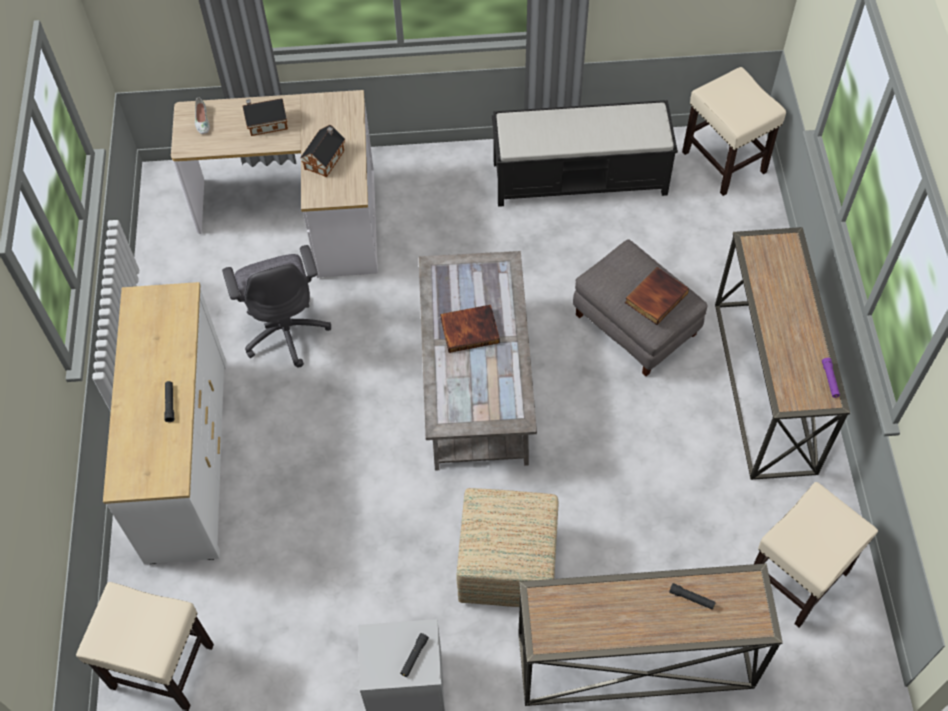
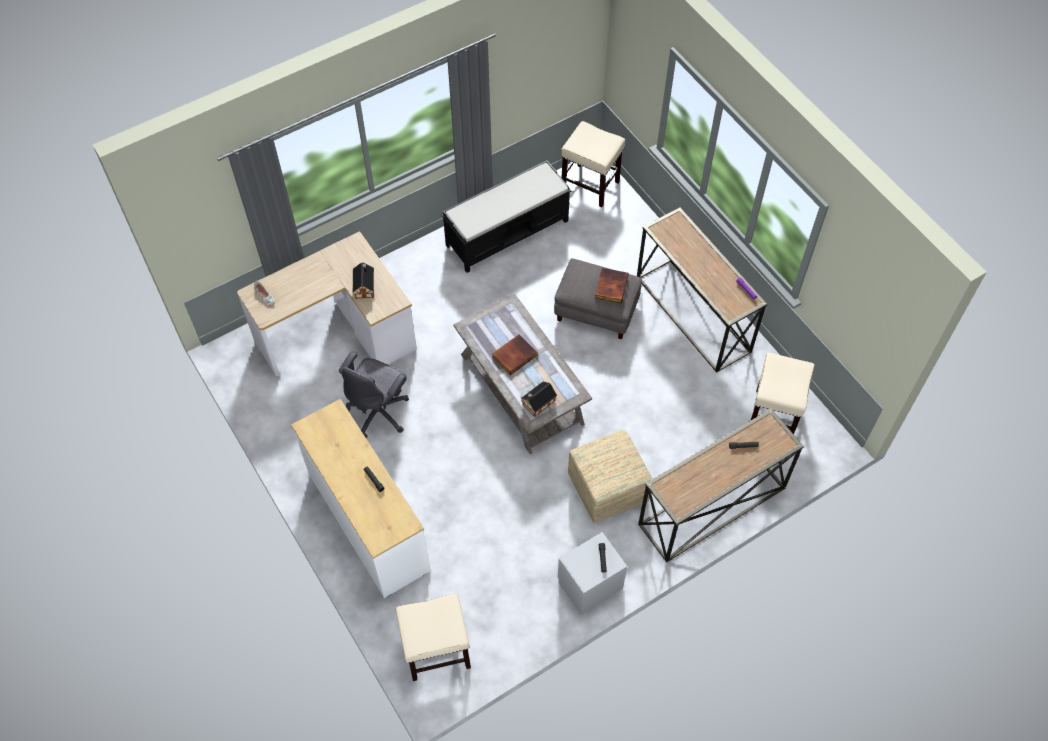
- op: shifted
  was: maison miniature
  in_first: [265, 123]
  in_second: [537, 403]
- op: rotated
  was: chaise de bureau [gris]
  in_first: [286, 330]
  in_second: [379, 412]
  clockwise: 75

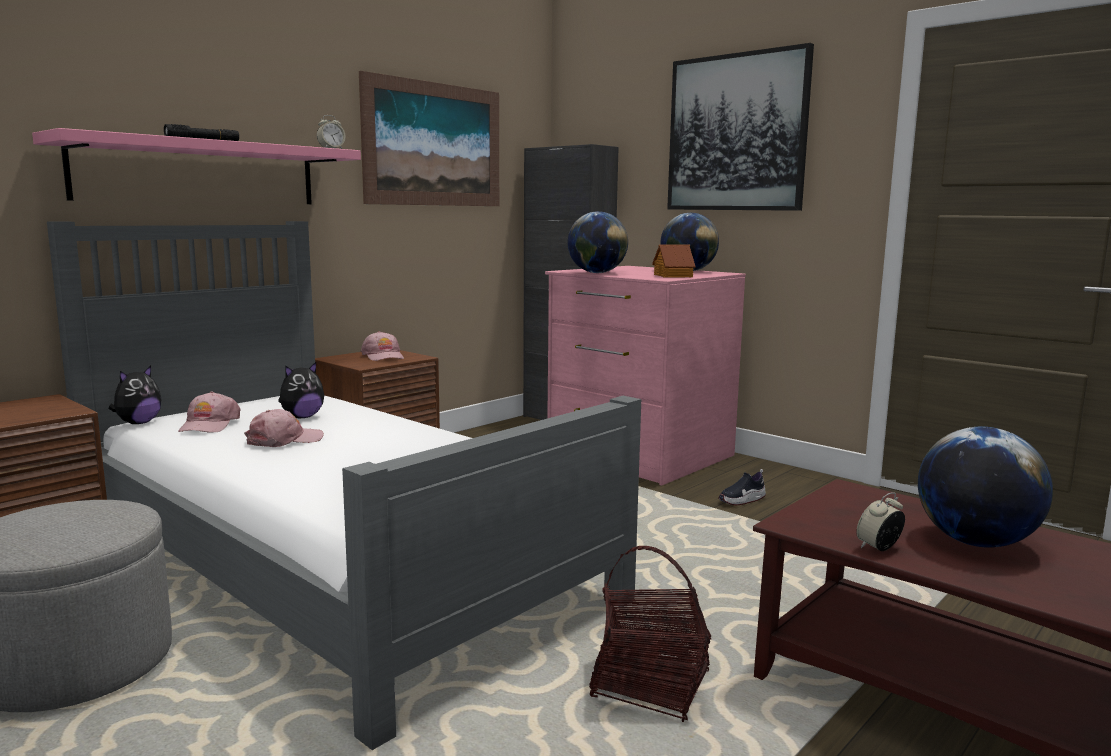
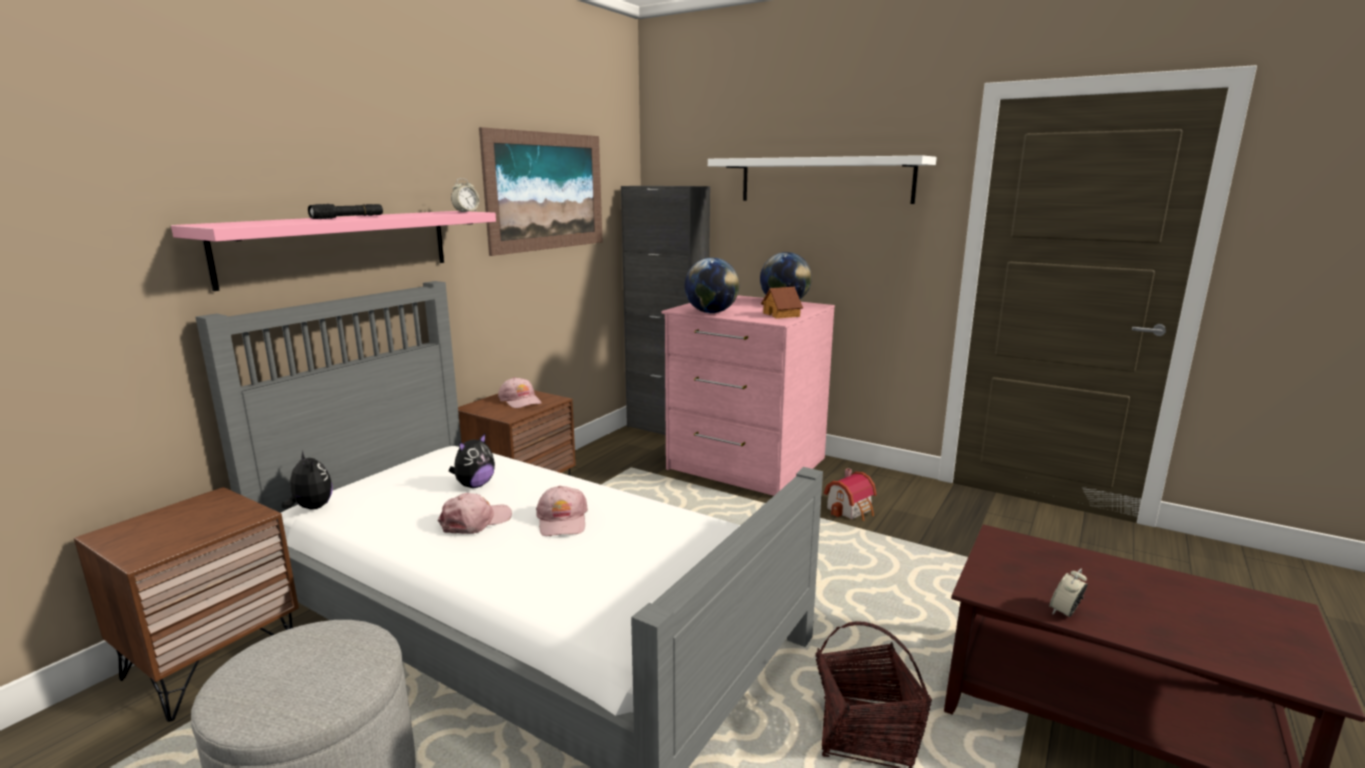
- op: swapped
  was: tableau
  now: étagère [blanc]
  in_first: [736, 133]
  in_second: [824, 180]
- op: rotated
  was: peluche
  in_first: [138, 423]
  in_second: [311, 508]
  clockwise: -60
- op: shifted
  was: casquette [rose]
  in_first: [209, 425]
  in_second: [562, 520]
- op: gone
  was: globe
  in_first: [976, 542]
- op: swapped
  was: chaussure
  now: maison miniature
  in_first: [742, 500]
  in_second: [851, 510]

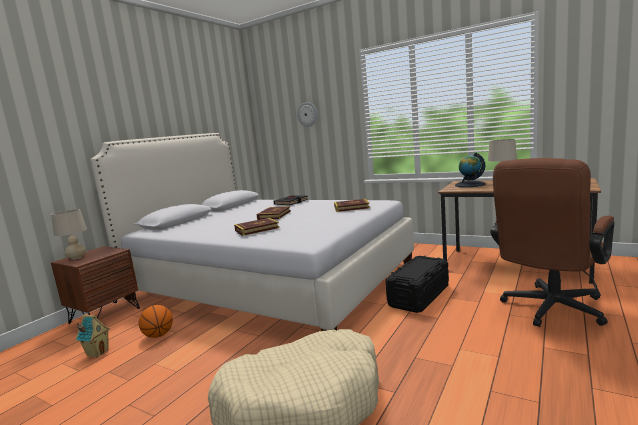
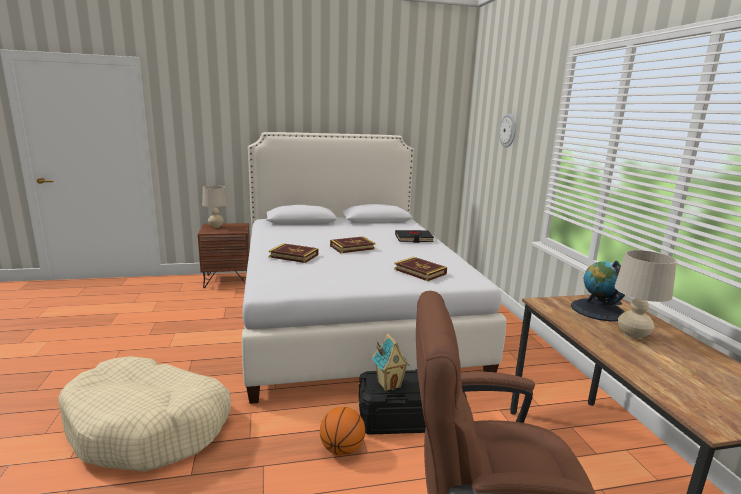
- op: shifted
  was: ballon de basket
  in_first: [158, 335]
  in_second: [342, 449]
- op: shifted
  was: maison miniature
  in_first: [97, 353]
  in_second: [389, 384]

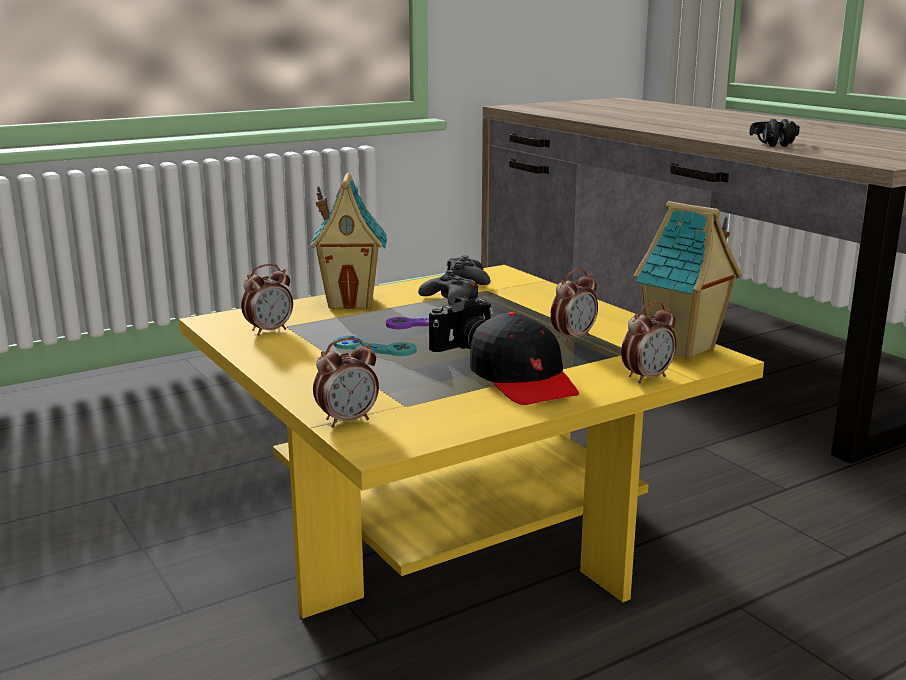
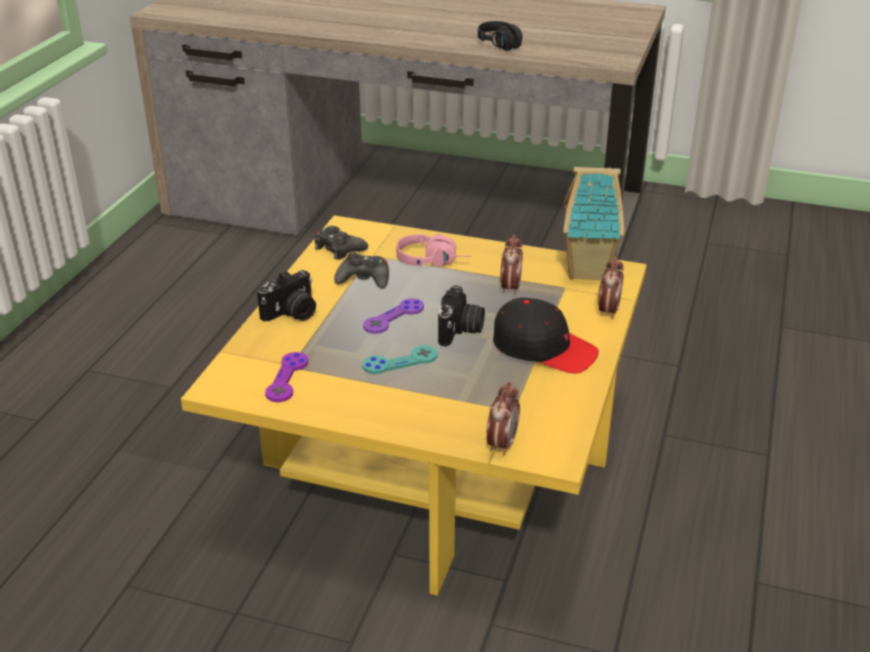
- op: swapped
  was: maison miniature
  now: appareil photo
  in_first: [351, 302]
  in_second: [292, 313]
- op: swapped
  was: réveil
  now: manette [violet]
  in_first: [269, 331]
  in_second: [287, 378]
- op: new
  now: casque audio [rose]
  in_second: [433, 261]

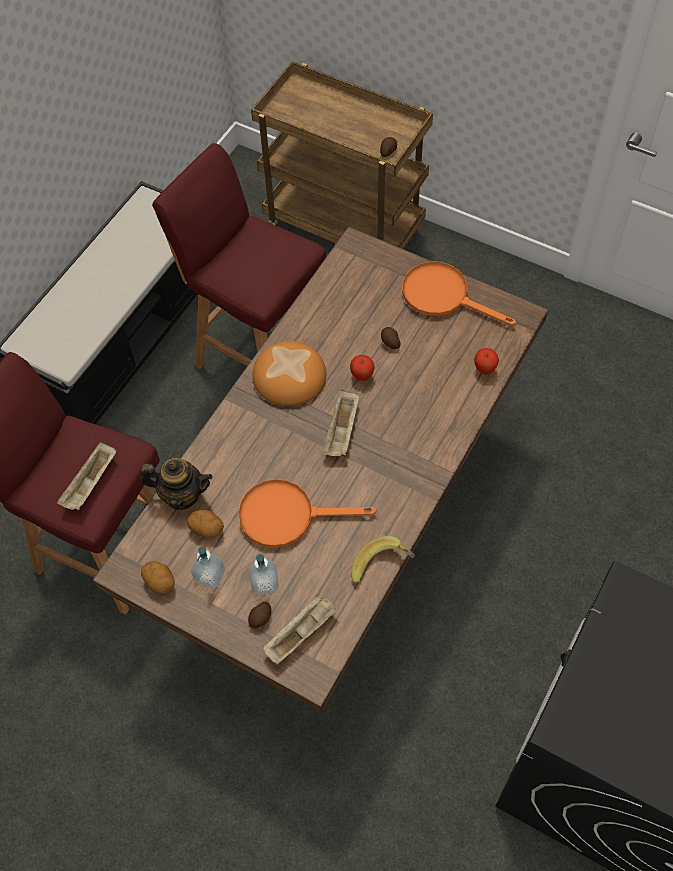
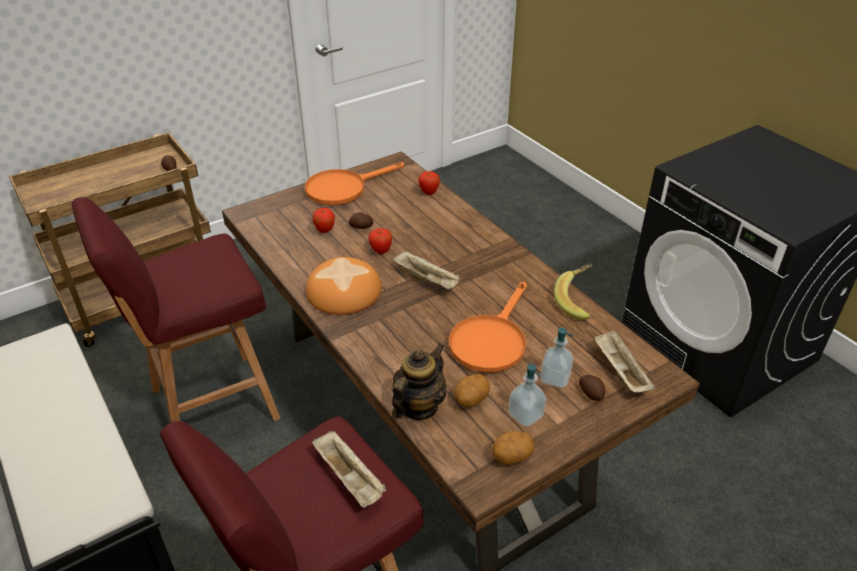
- op: new
  now: pomme
  in_second: [324, 231]

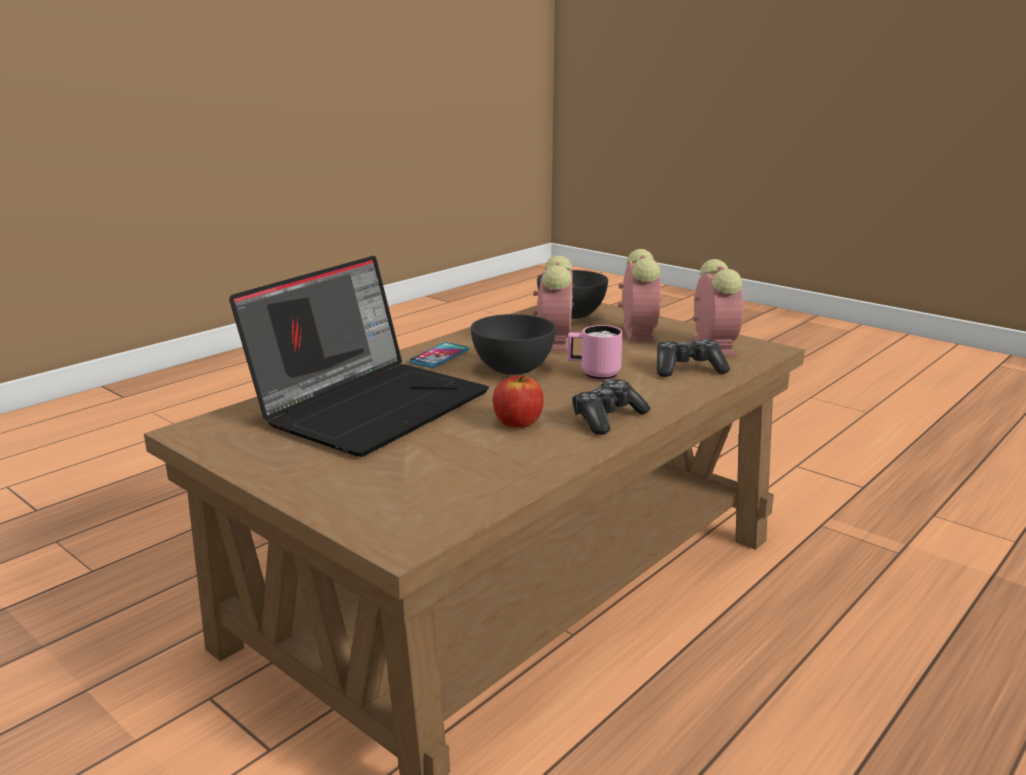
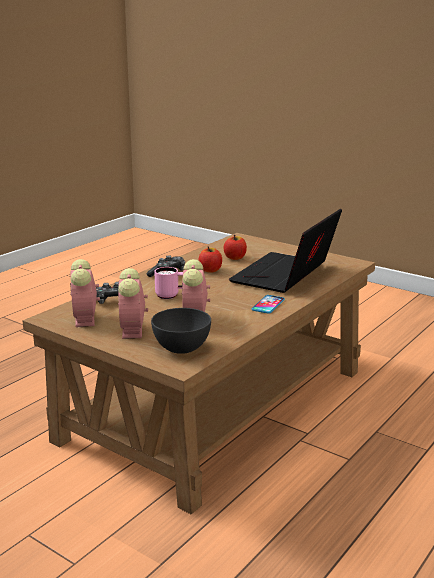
- op: gone
  was: bol [gris]
  in_first: [512, 369]
- op: new
  now: pomme
  in_second: [235, 258]

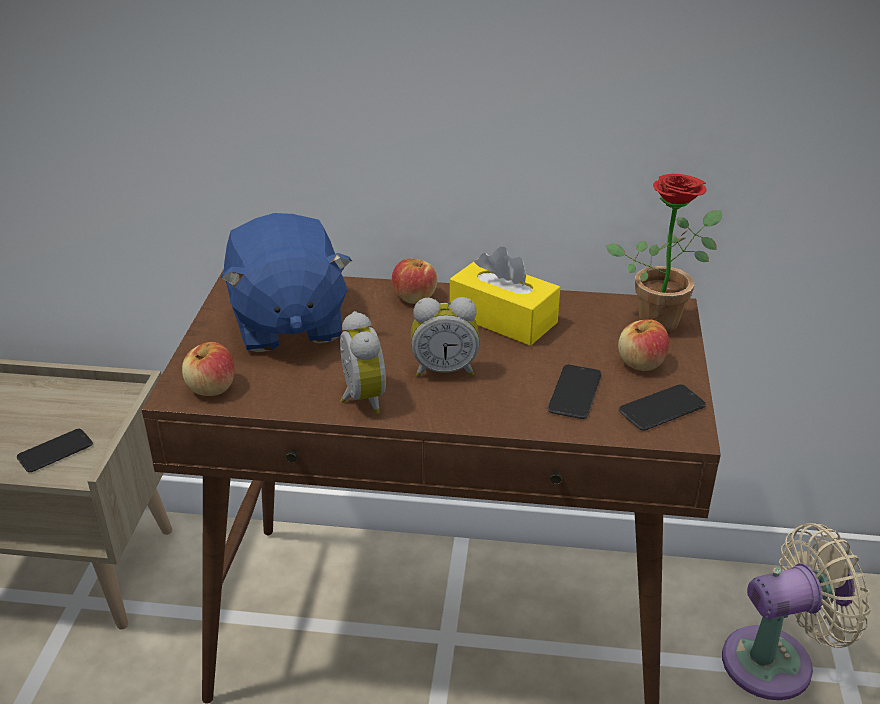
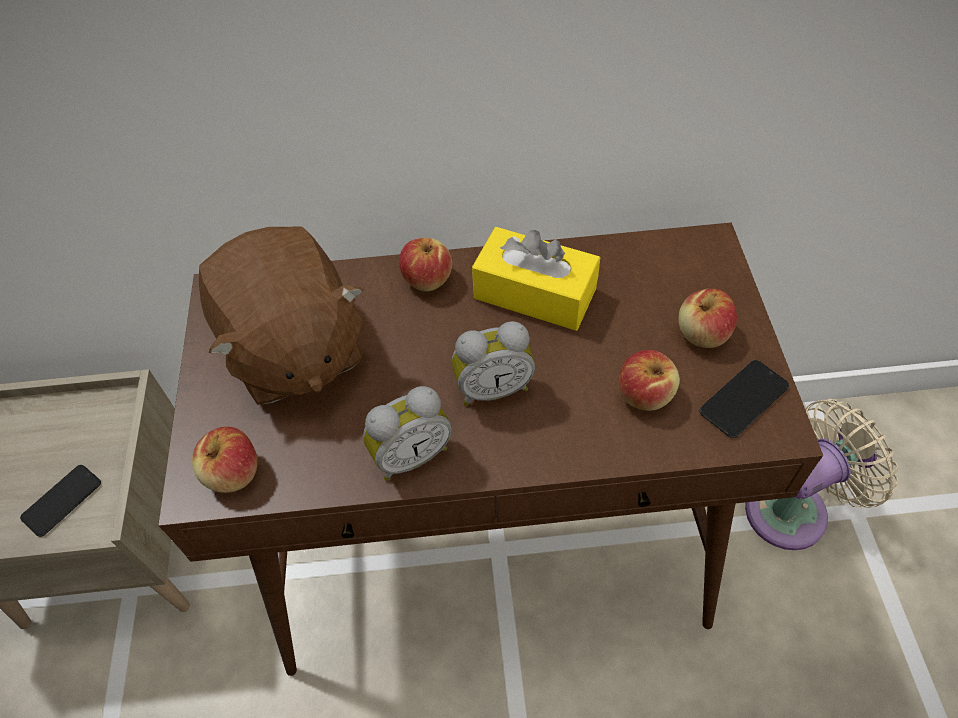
- op: gone
  was: plante en pot
  in_first: [662, 319]
- op: repainted
  was: peluche [bleu]
  now: peluche [marron]
  in_first: [287, 323]
  in_second: [293, 350]
- op: rotated
  was: réveil
  in_first: [360, 399]
  in_second: [410, 454]
  clockwise: 90
- op: swapped
  was: téléphone
  now: pomme
  in_first: [574, 392]
  in_second: [644, 394]

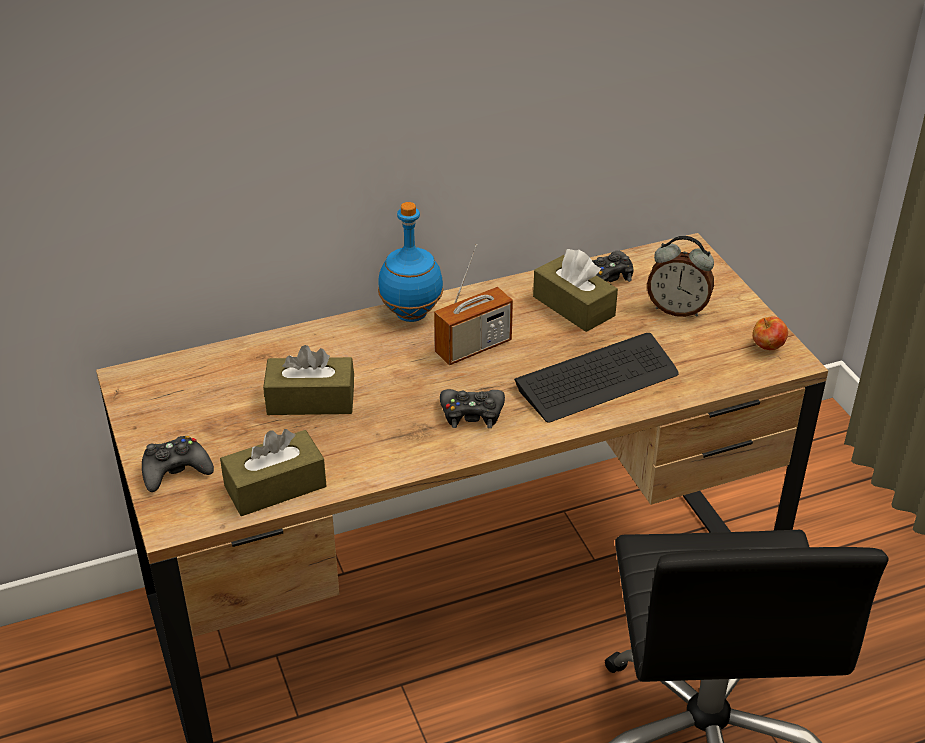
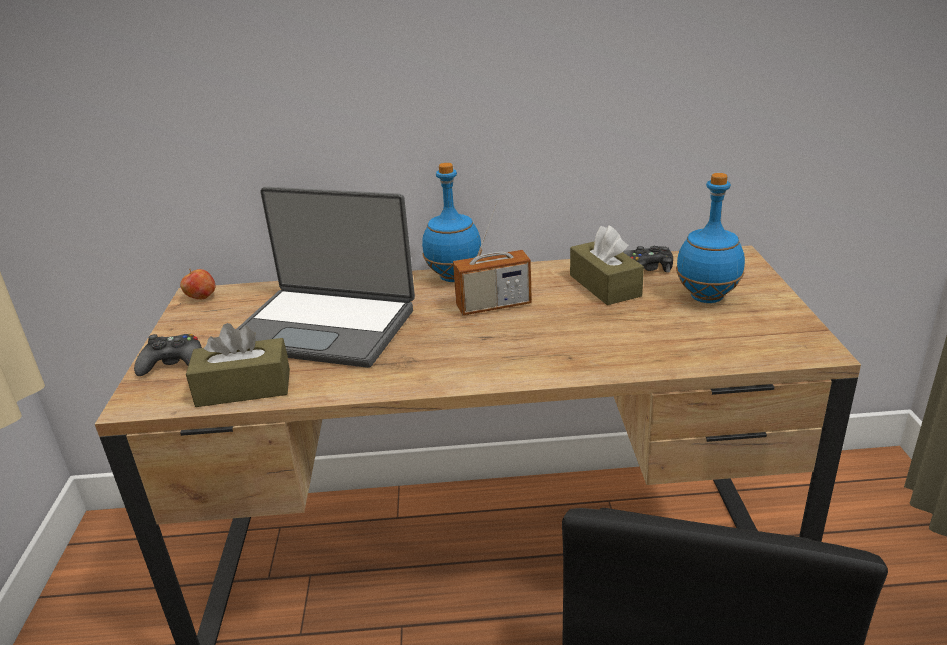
- op: swapped
  was: réveil
  now: bouteille [bleu]
  in_first: [677, 309]
  in_second: [707, 297]
- op: shifted
  was: pomme
  in_first: [767, 347]
  in_second: [201, 298]
- op: gone
  was: clavier
  in_first: [597, 380]
- op: swapped
  was: boîte à mouchoirs [marron]
  now: ordinateur portable
  in_first: [311, 400]
  in_second: [325, 327]
- op: gone
  was: manette [noir]
  in_first: [472, 414]

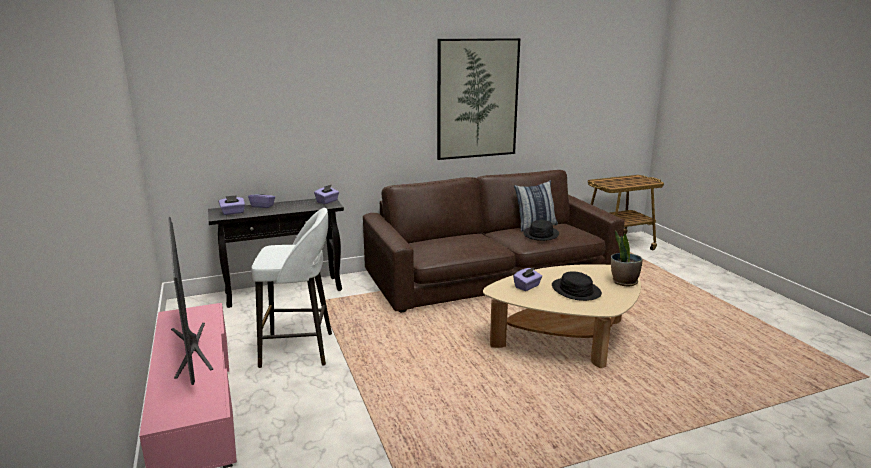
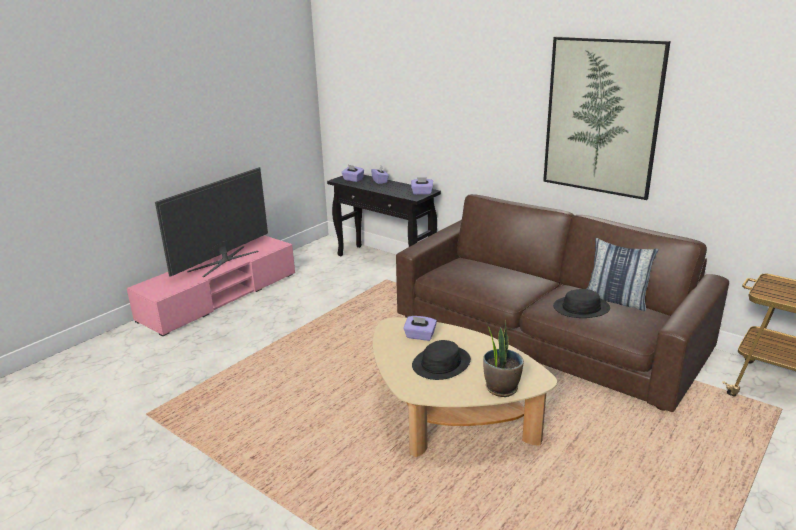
- op: gone
  was: tabouret [blanc]
  in_first: [299, 350]

